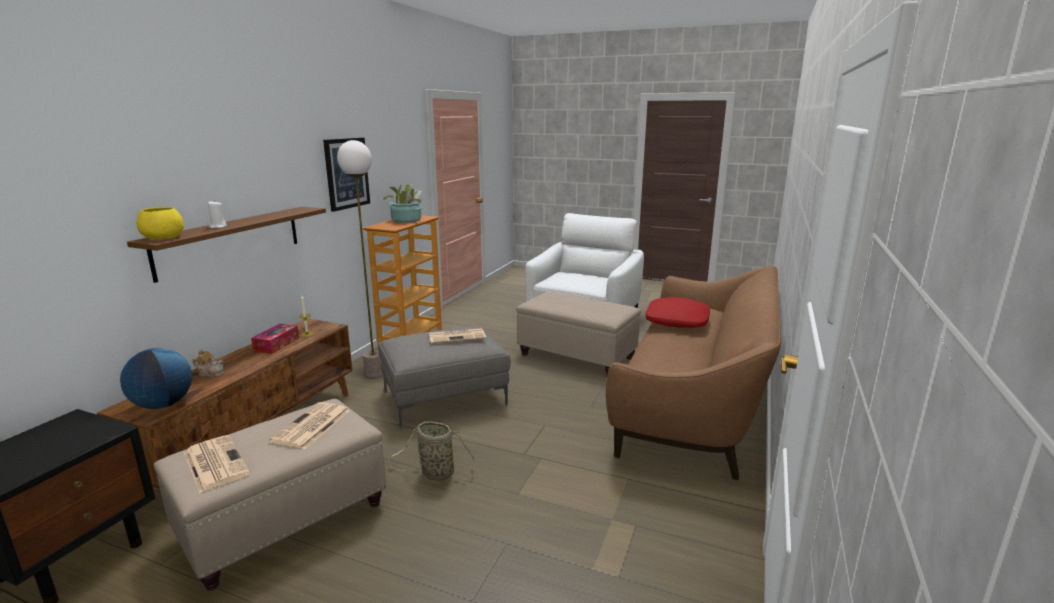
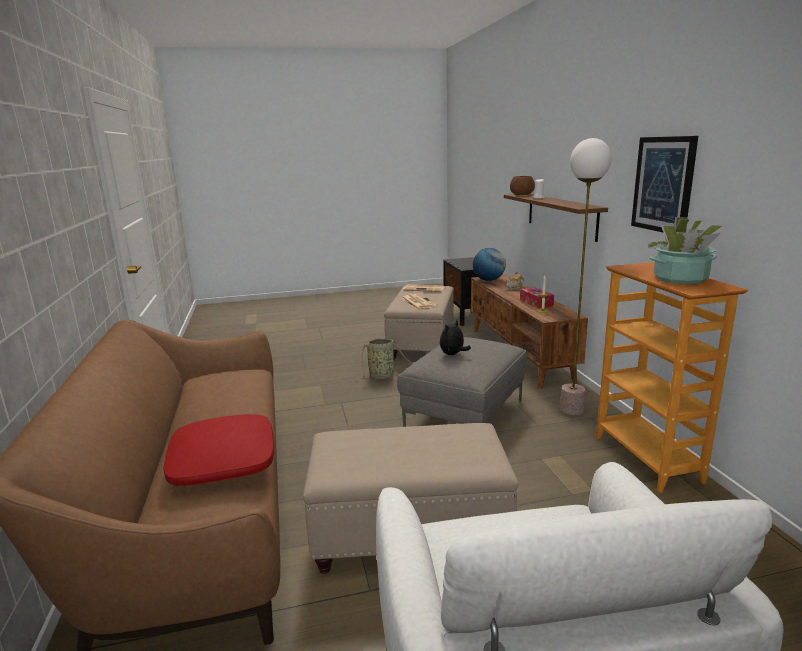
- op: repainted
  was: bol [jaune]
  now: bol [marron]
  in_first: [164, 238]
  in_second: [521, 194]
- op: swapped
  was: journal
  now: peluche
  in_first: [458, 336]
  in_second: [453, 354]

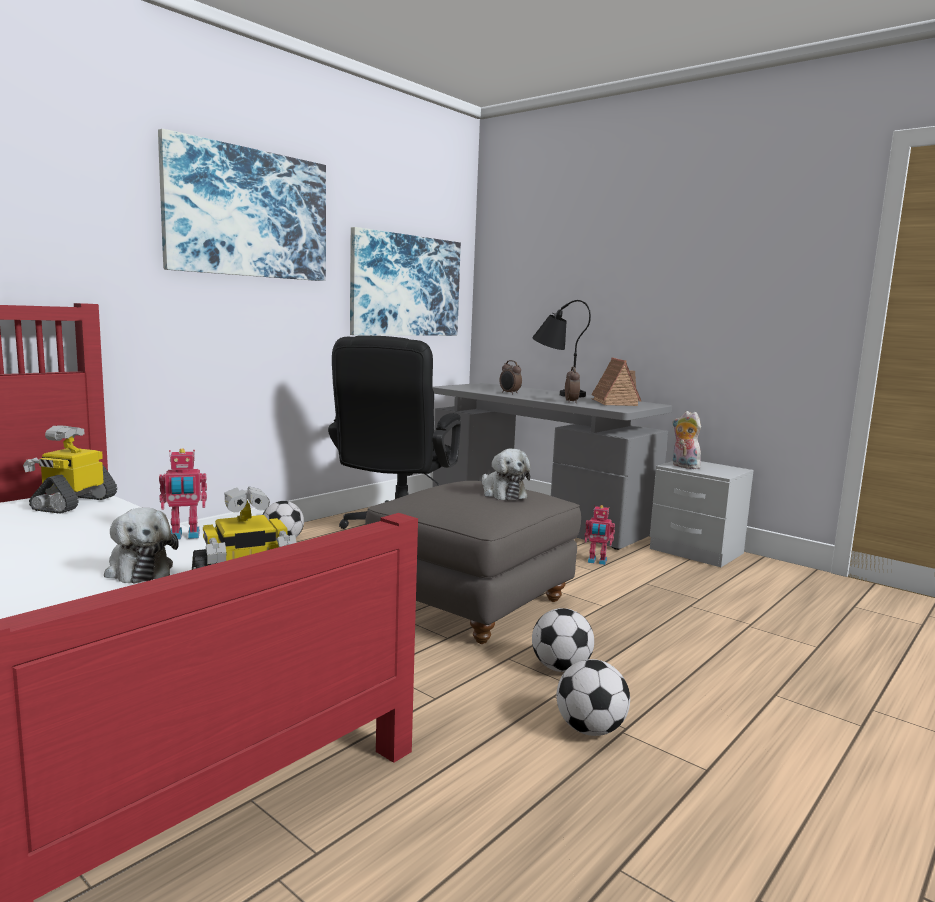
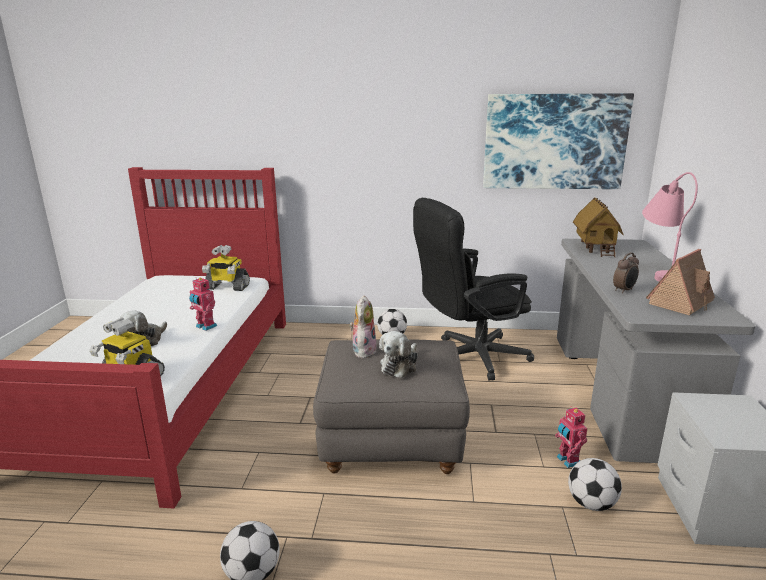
- op: gone
  was: tableau
  in_first: [248, 213]
- op: repainted
  was: lampe de table [noir]
  now: lampe de table [rose]
  in_first: [556, 394]
  in_second: [660, 273]
- op: gone
  was: réveil
  in_first: [509, 393]
- op: shifted
  was: peluche
  in_first: [683, 466]
  in_second: [363, 350]
- op: rotated
  was: robot jouet
  in_first: [74, 503]
  in_second: [227, 287]
  clockwise: -150
- op: shifted
  was: ballon de foot
  in_first: [561, 668]
  in_second: [591, 503]
- op: new
  now: maison miniature
  in_second: [594, 248]

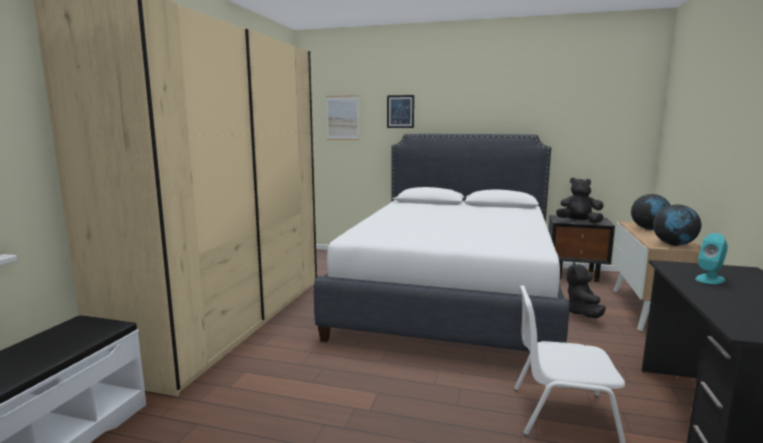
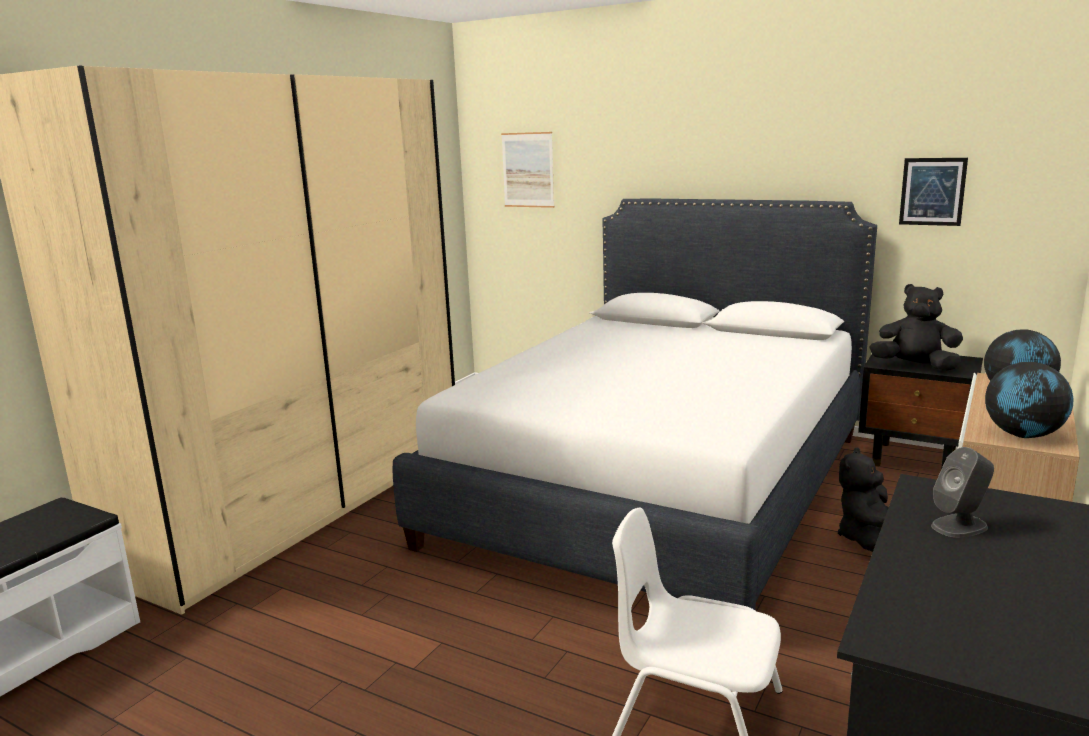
- op: shifted
  was: tableau
  in_first: [400, 111]
  in_second: [932, 191]
- op: repainted
  was: enceinte [turquoise]
  now: enceinte [gris]
  in_first: [710, 279]
  in_second: [959, 526]

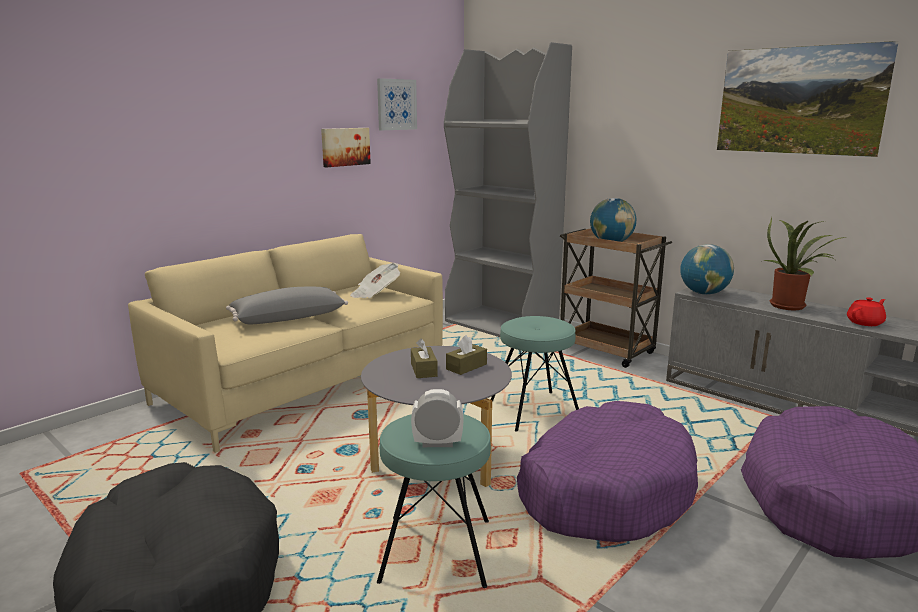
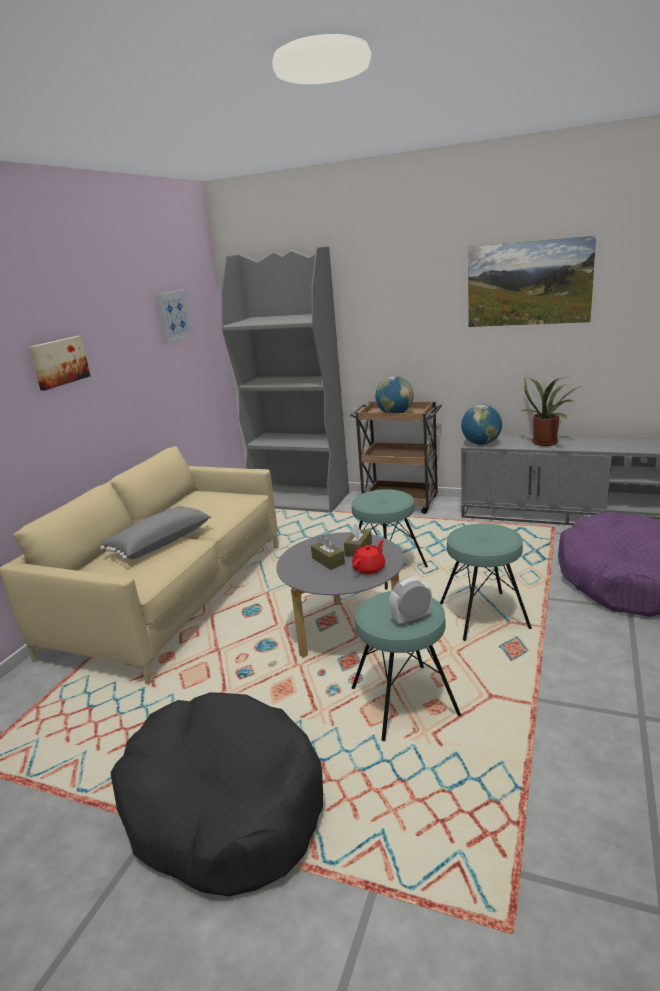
- op: shifted
  was: tableau
  in_first: [345, 146]
  in_second: [59, 362]
- op: gone
  was: journal
  in_first: [375, 294]
- op: shifted
  was: théière [rouge]
  in_first: [865, 323]
  in_second: [369, 568]
- op: swapped
  was: panier pour chien [violet]
  now: tabouret [turquoise]
  in_first: [605, 490]
  in_second: [483, 616]

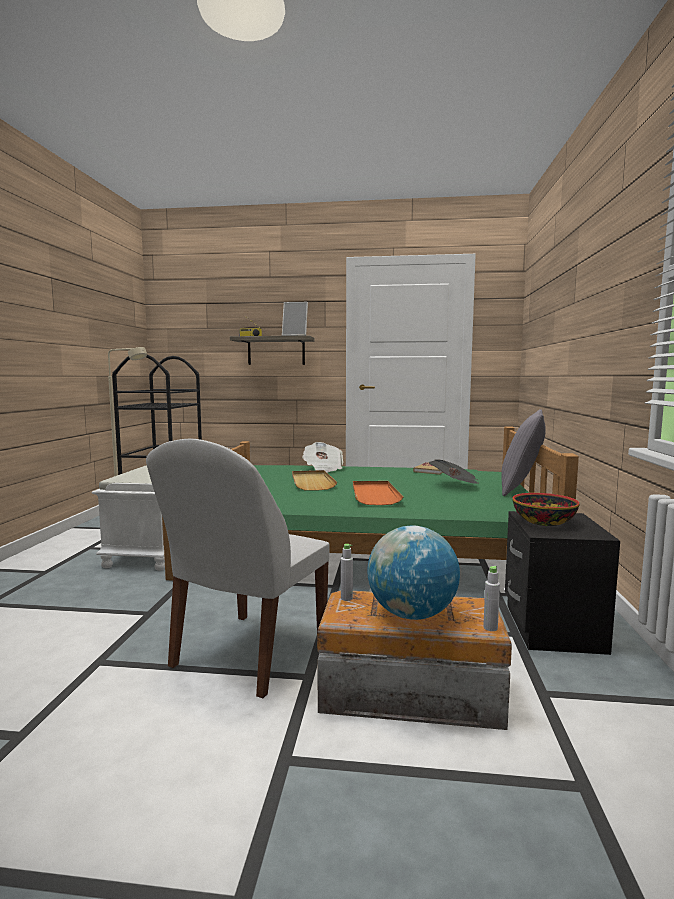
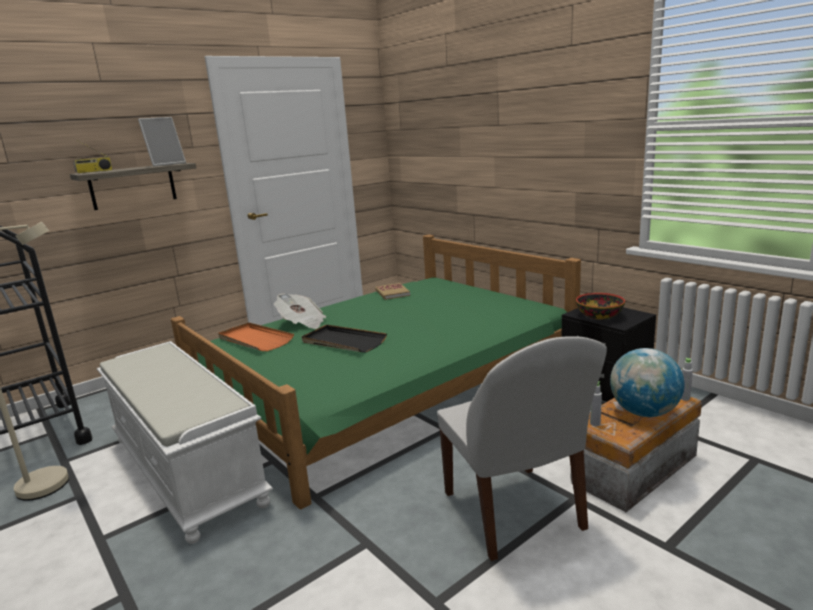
- op: gone
  was: coussin [gris]
  in_first: [521, 488]
- op: gone
  was: journal
  in_first: [455, 485]
- op: repainted
  was: plateau [beige]
  now: plateau [noir]
  in_first: [312, 482]
  in_second: [343, 342]
- op: shifted
  was: plateau [orange]
  in_first: [374, 495]
  in_second: [255, 340]

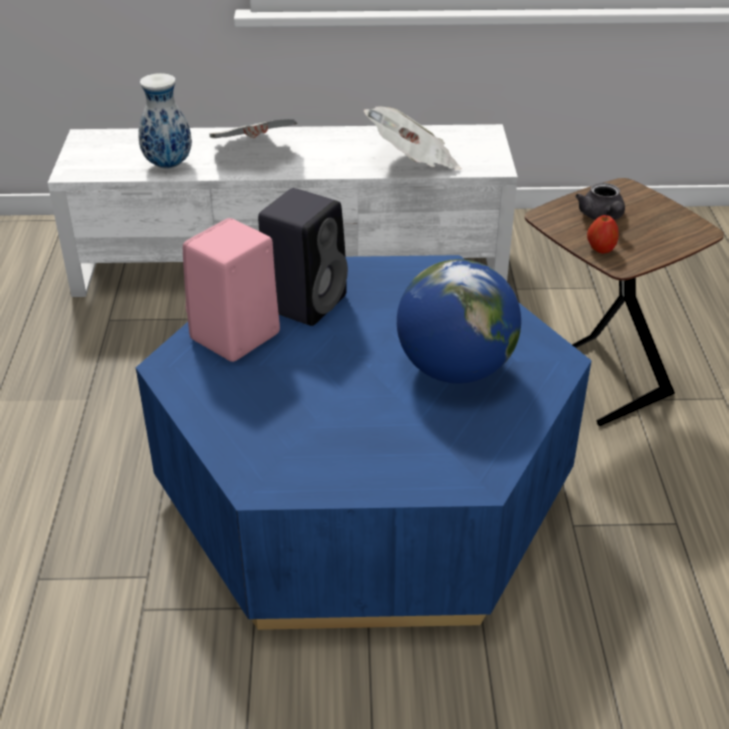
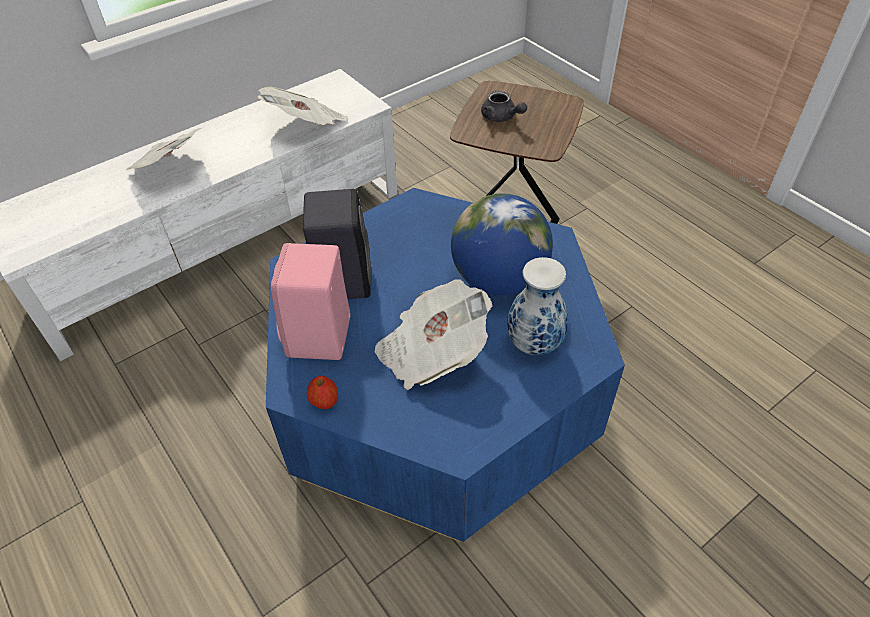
- op: shifted
  was: vase
  in_first: [168, 164]
  in_second: [533, 343]
- op: shifted
  was: pomme
  in_first: [600, 249]
  in_second: [324, 402]
- op: new
  now: journal
  in_second: [431, 352]

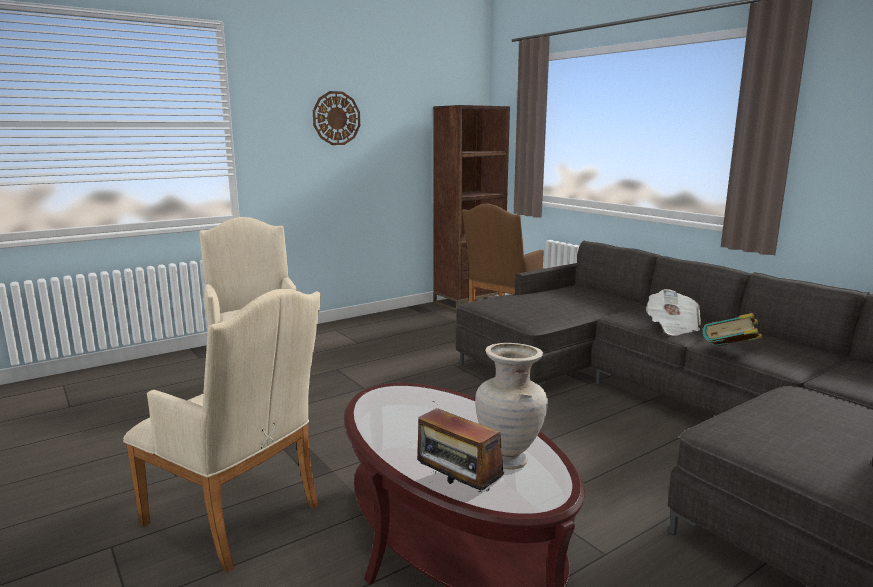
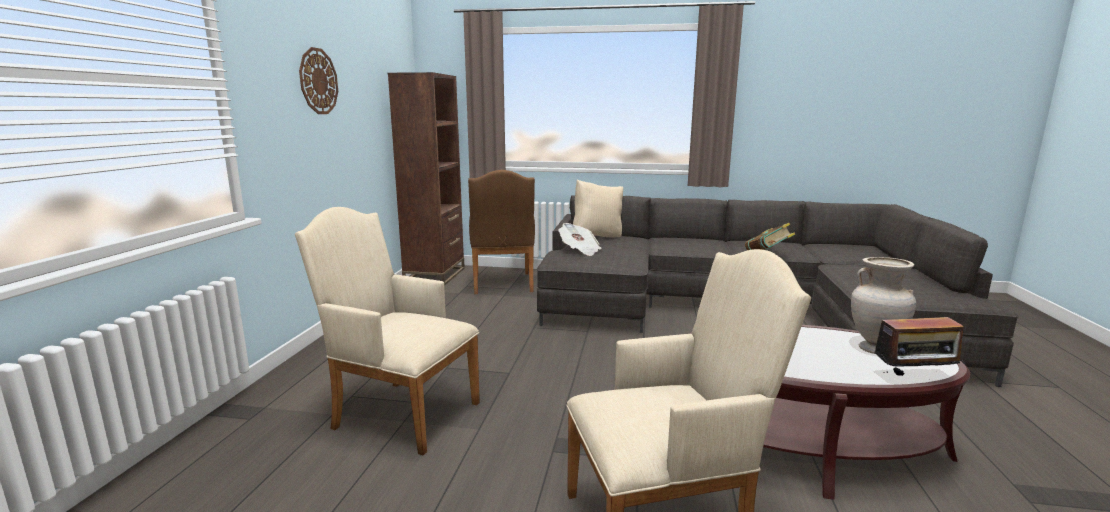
- op: shifted
  was: journal
  in_first: [672, 327]
  in_second: [579, 250]
- op: new
  now: coussin [beige]
  in_second: [597, 237]

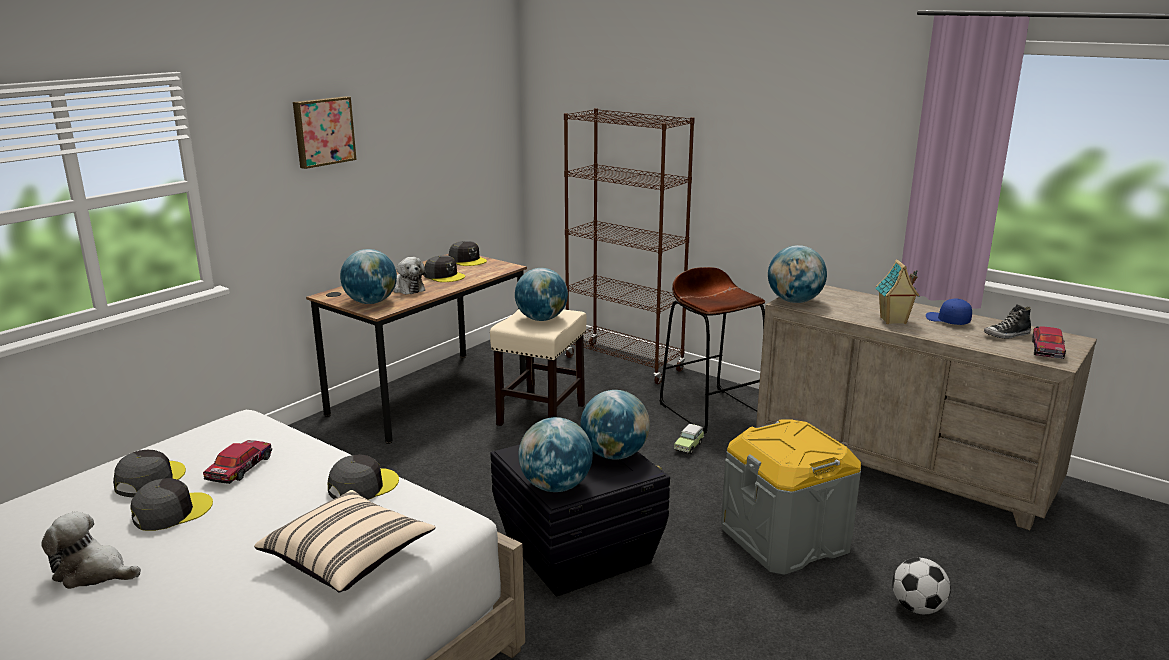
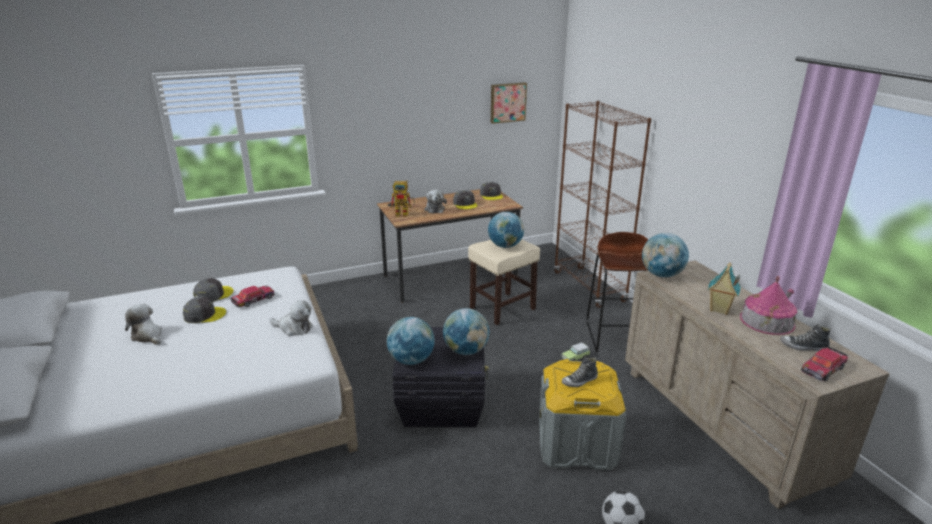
- op: shifted
  was: tableau
  in_first: [323, 131]
  in_second: [507, 102]
- op: swapped
  was: globe
  now: robot jouet
  in_first: [371, 302]
  in_second: [405, 214]
- op: swapped
  was: casquette [bleu]
  now: maison miniature
  in_first: [947, 321]
  in_second: [767, 321]
- op: swapped
  was: casquette [gris]
  now: peluche
  in_first: [363, 486]
  in_second: [294, 328]
- op: gone
  was: coussin [beige]
  in_first: [349, 559]
- op: new
  now: chaussure
  in_second: [579, 381]

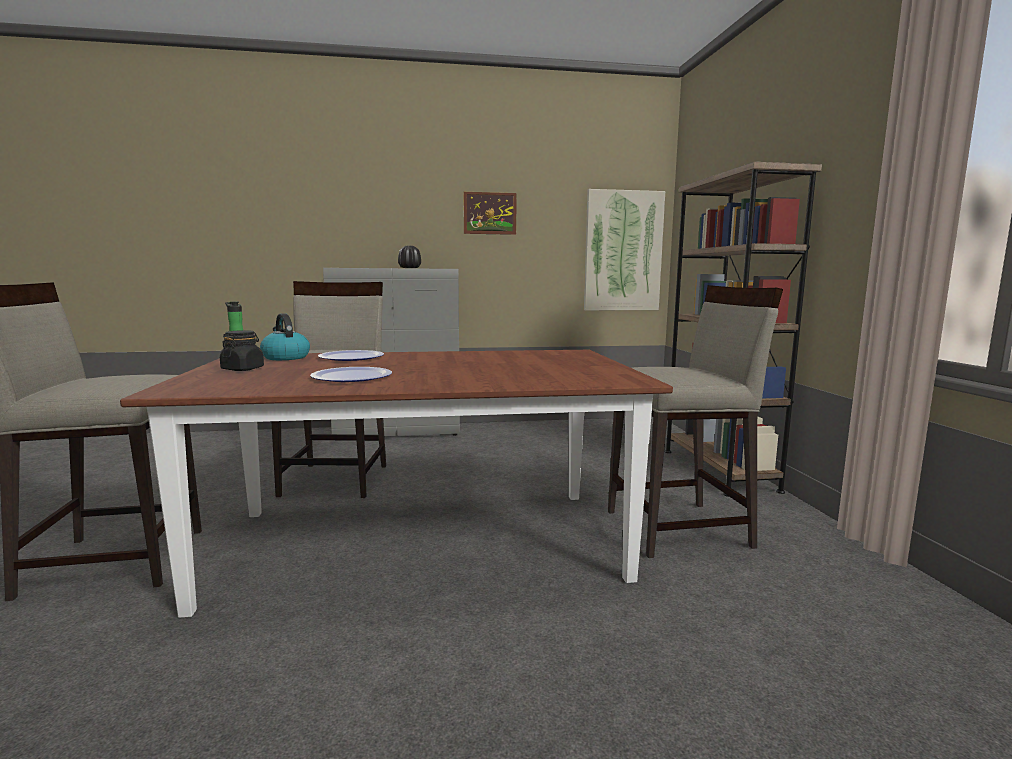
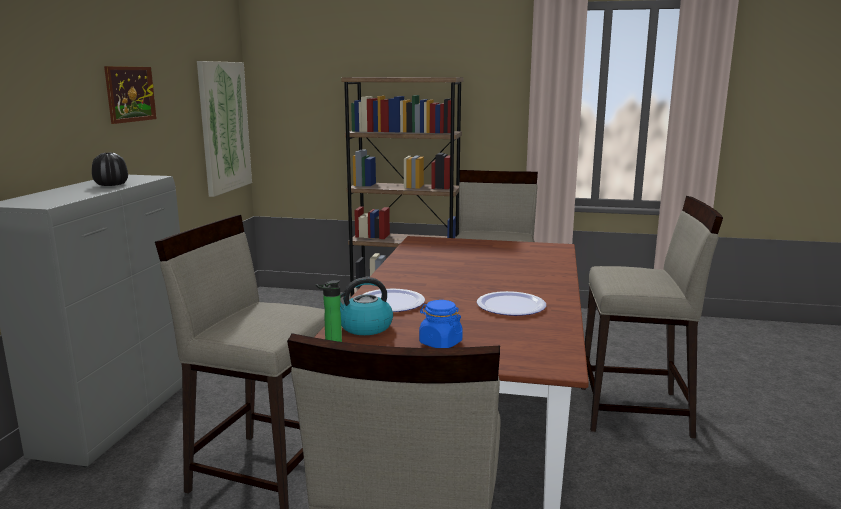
- op: repainted
  was: bocal [noir]
  now: bocal [bleu]
  in_first: [243, 369]
  in_second: [440, 343]
- op: new
  now: tabouret [beige]
  in_second: [635, 411]

